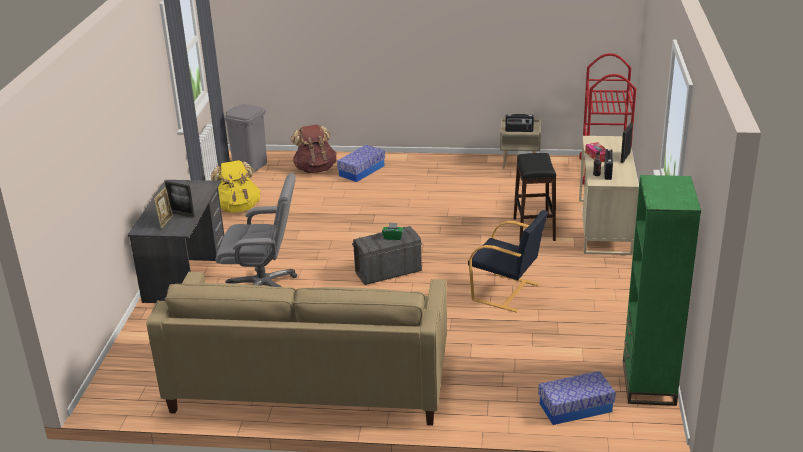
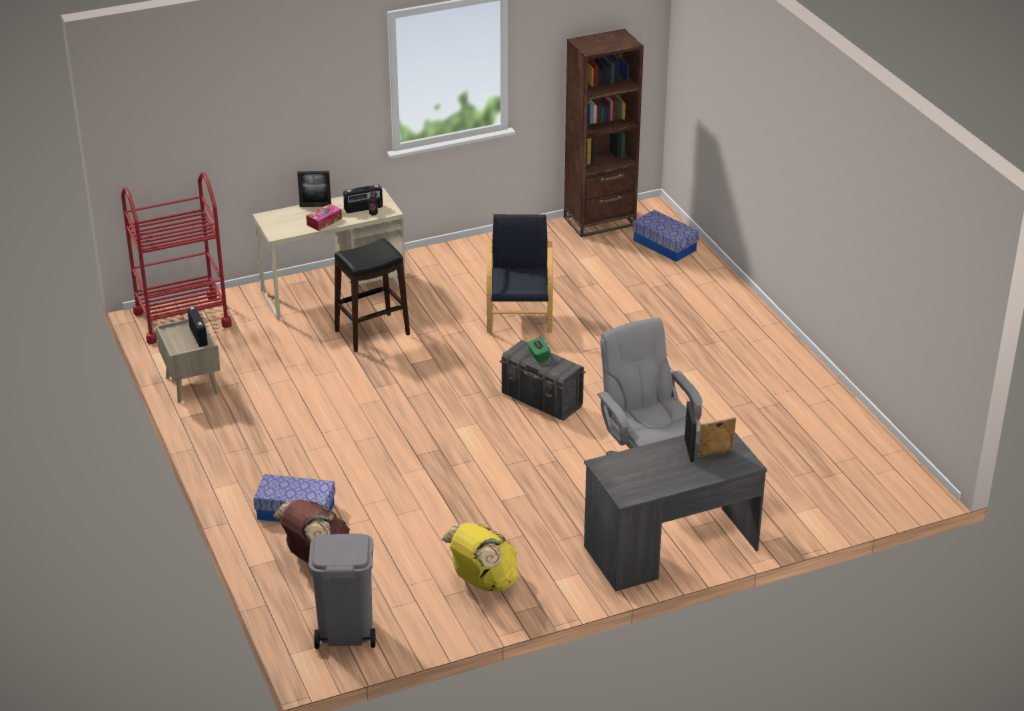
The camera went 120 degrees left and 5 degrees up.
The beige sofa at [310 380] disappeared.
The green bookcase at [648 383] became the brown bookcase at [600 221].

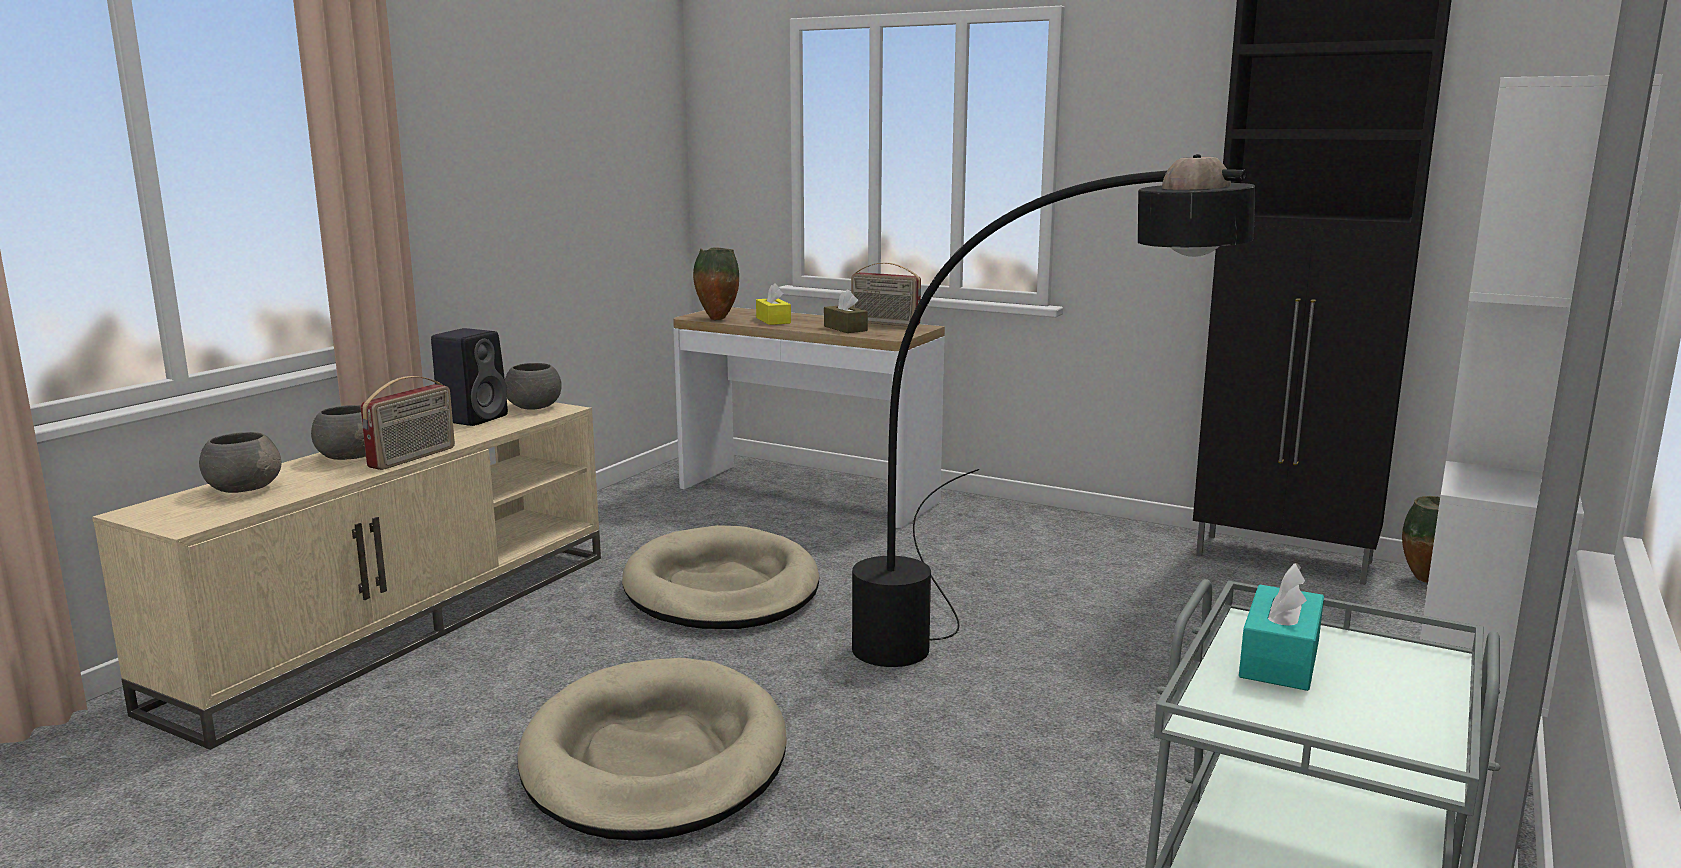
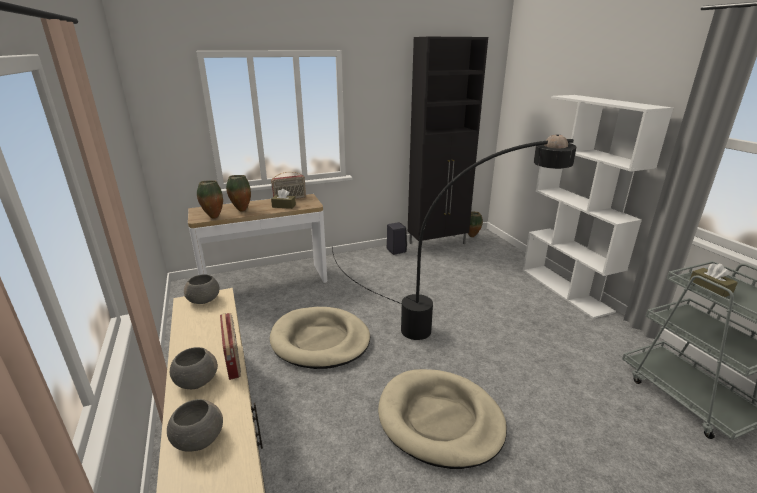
The camera went 50 degrees left and 10 degrees up.
The black speaker moved from [474 418] to [395 250].
The yellow tissue box at [773 320] was replaced by the vase at [241 210].
The turquoise tissue box at [1279 659] became the brown tissue box at [710 288].

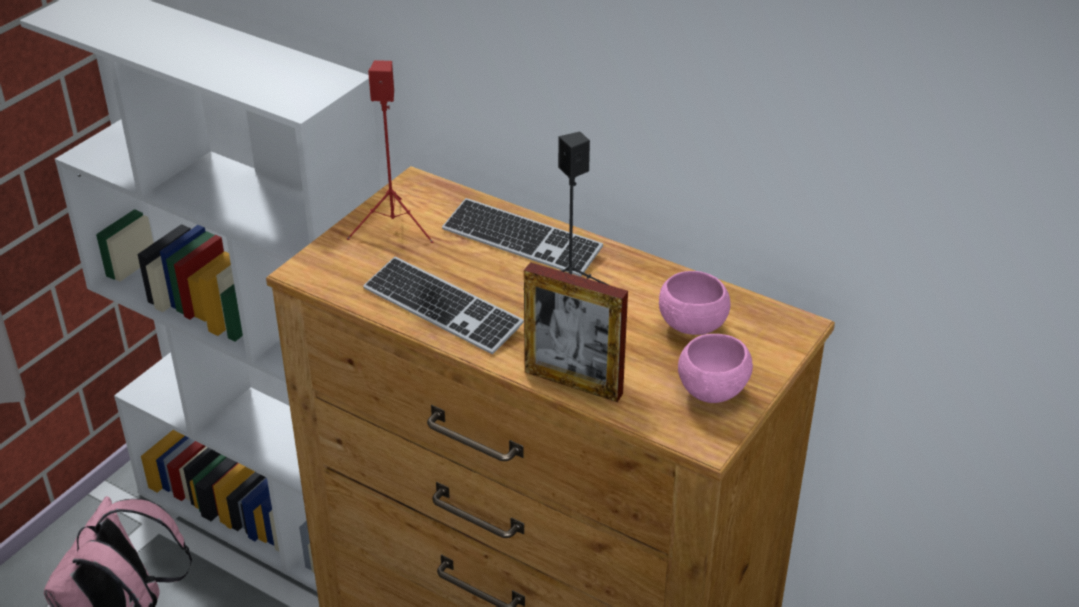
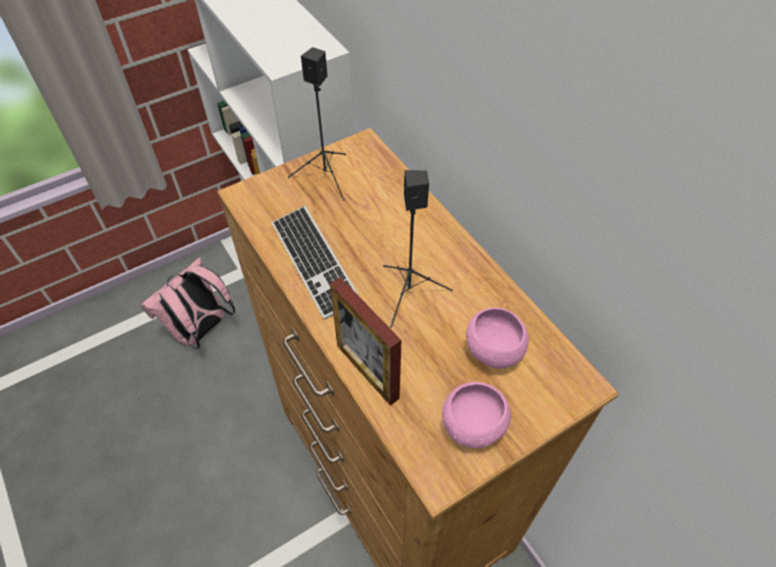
The camera went 25 degrees right and 15 degrees up.
The keyboard at [521 241] disappeared.
The red speaker at [394 226] became the black speaker at [326 177].

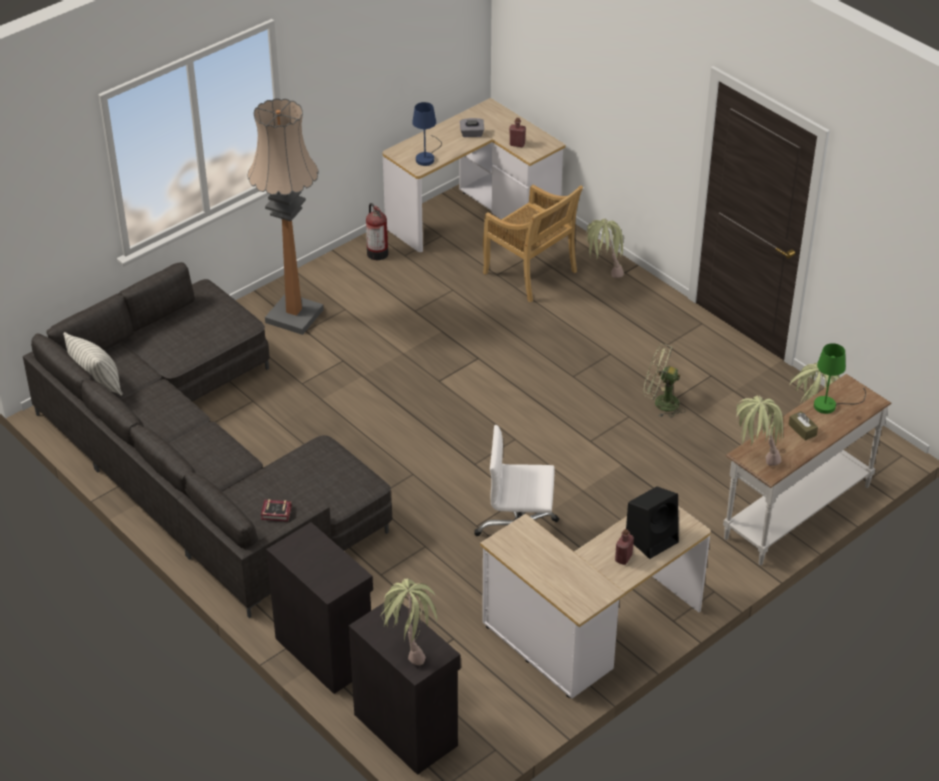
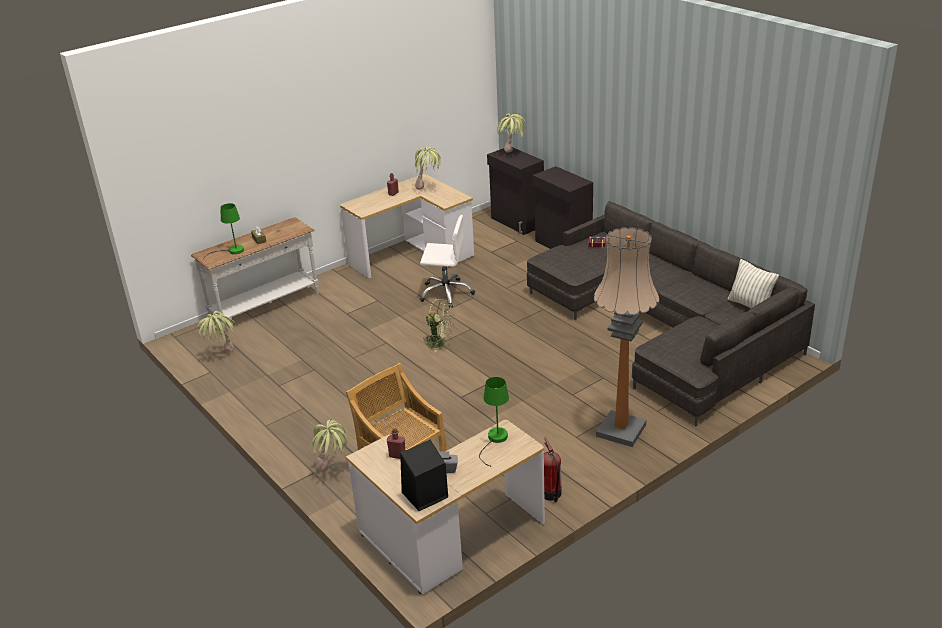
The camera went 175 degrees left and 10 degrees down.
The black speaker moved from [652 538] to [424 495].
The green fan moved from [660 403] to [439 343].
The potted plant moved from [755 458] to [429 189].
The blue table lamp at [427 157] became the green table lamp at [495 440].

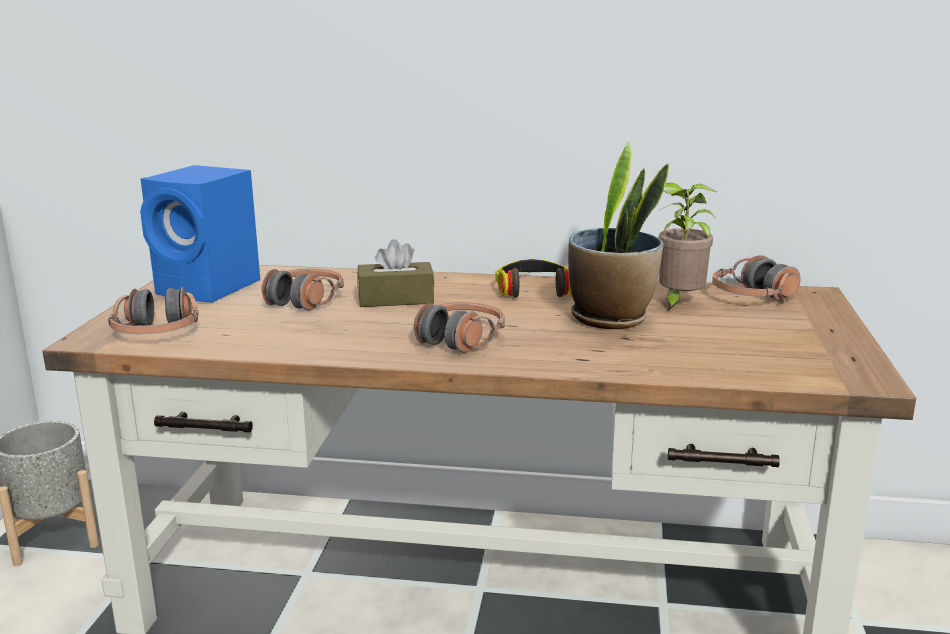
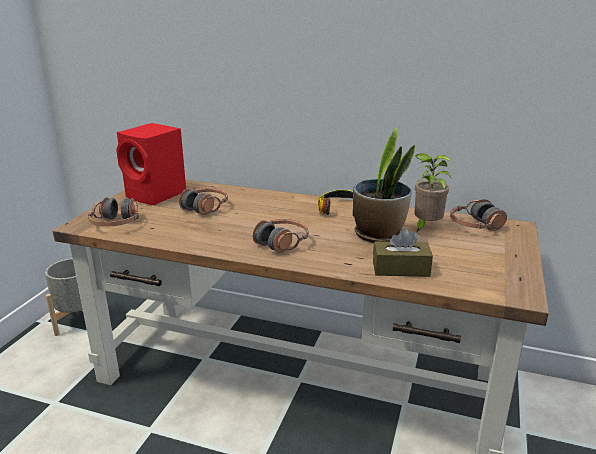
The camera went 10 degrees right and 5 degrees up.
The brown tissue box moved from [396 299] to [400 269].
The blue speaker at [210 288] became the red speaker at [157 195].

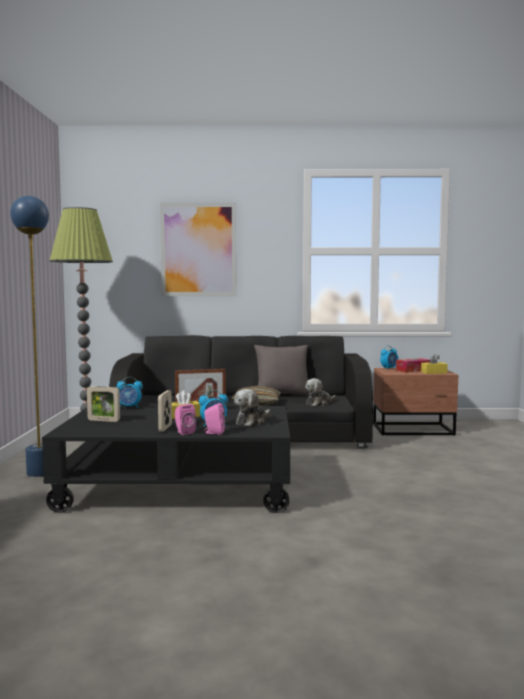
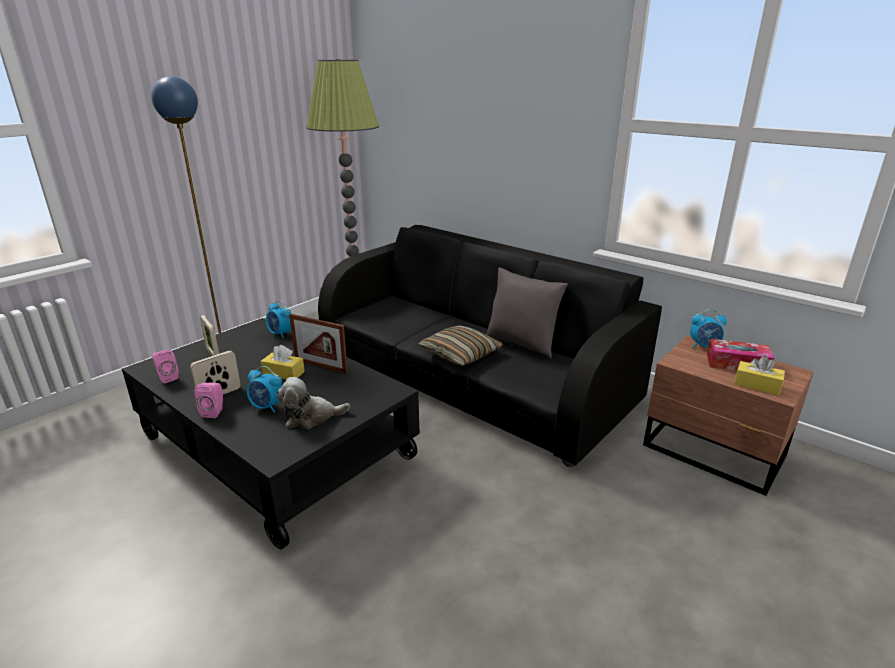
The camera went 40 degrees right and 20 degrees up.
The picture at [198 250] disappeared.
The plush toy at [319 403] disappeared.
The pink speaker moved from [213 432] to [167 377].

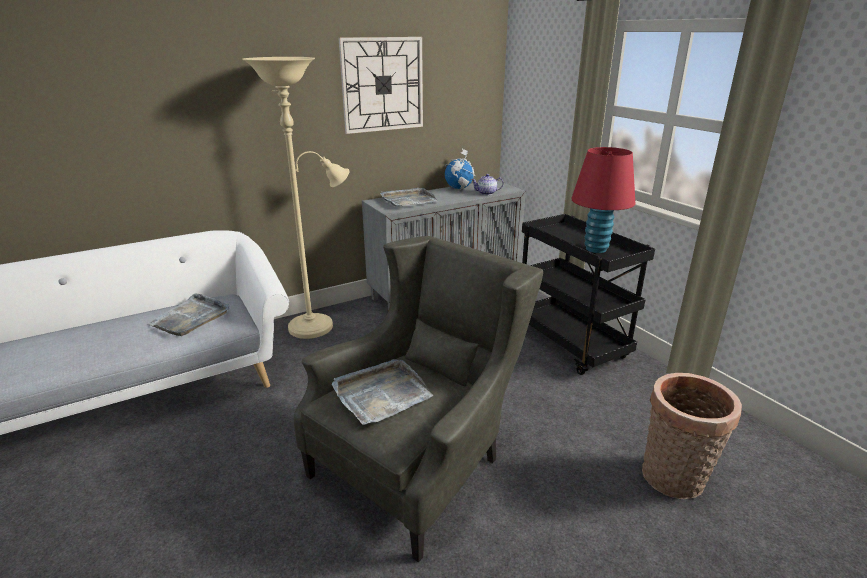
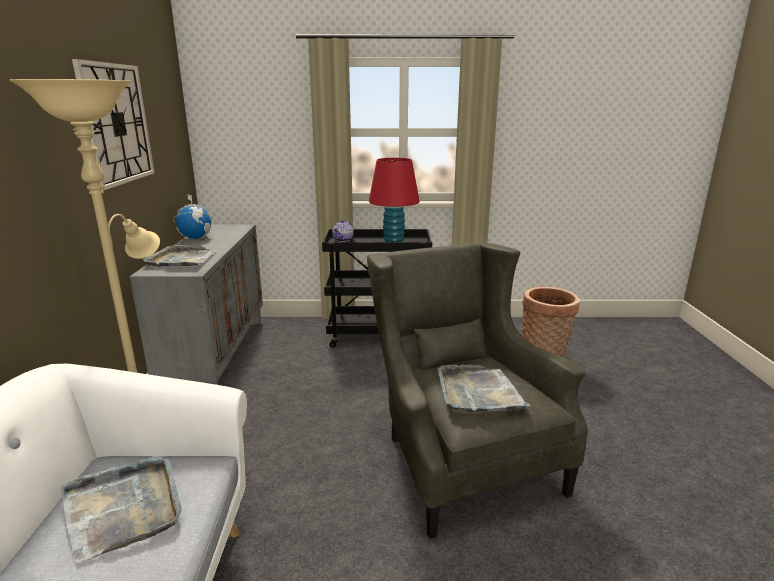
The camera went 60 degrees left and 5 degrees down.
The teapot moved from [486 193] to [343 240].

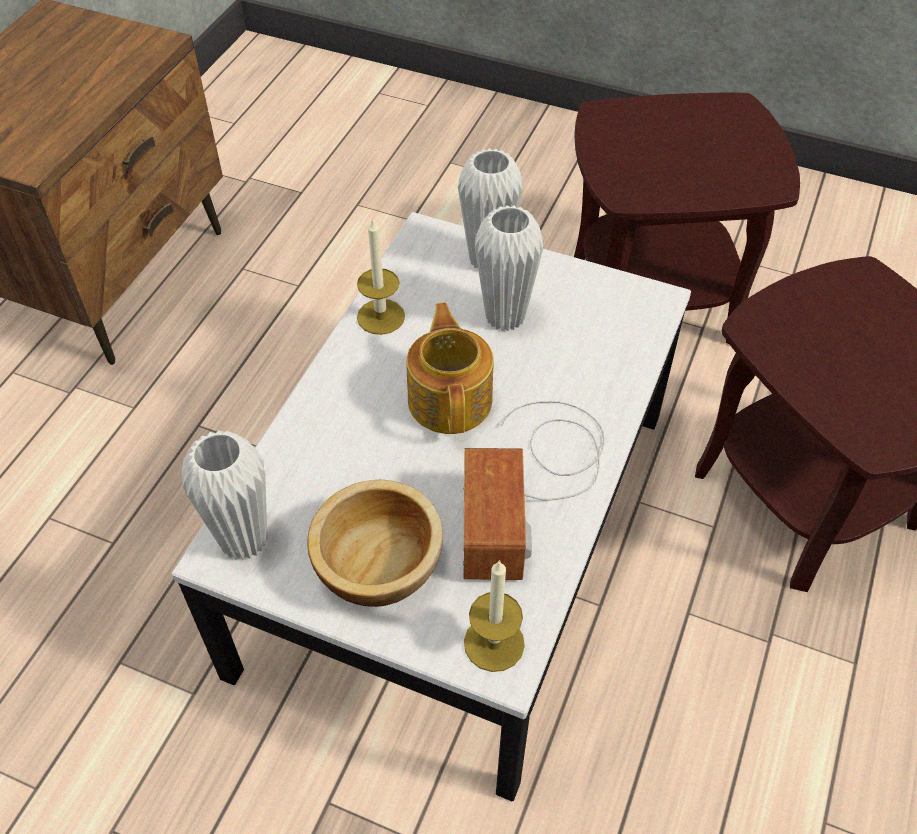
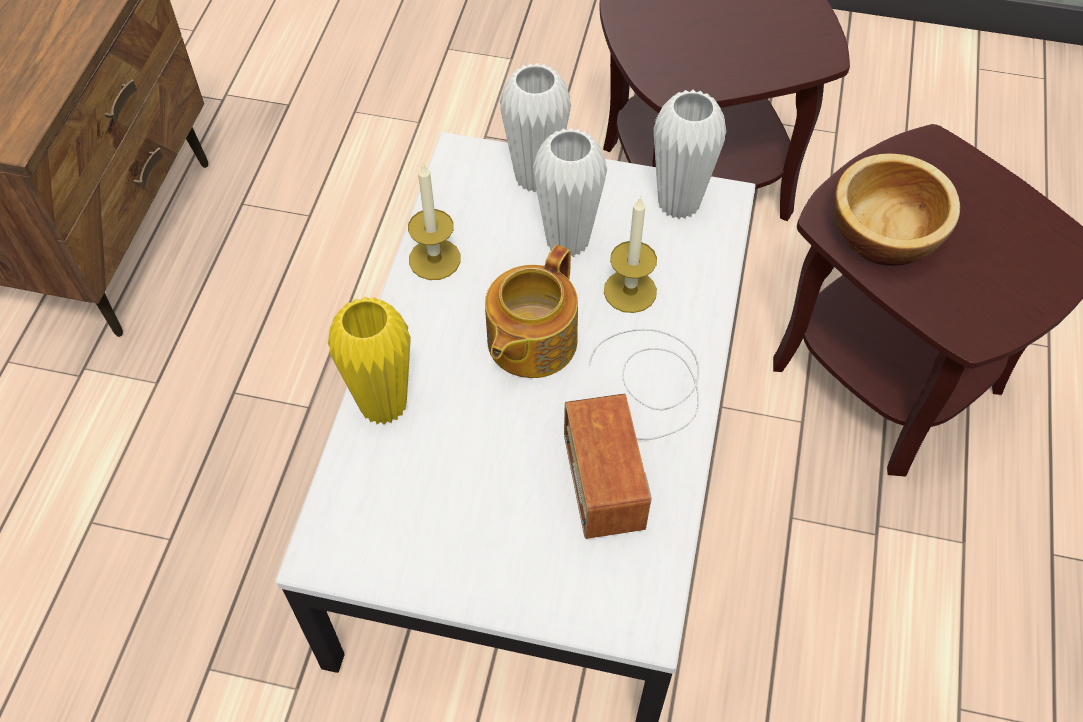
The camera went 10 degrees left and 5 degrees up.
The yellow vase at [383 405] appeared.
The white vase moved from [244 540] to [678 203].
The bowl moved from [379 562] to [884 231].
The candle moved from [494 643] to [630 291].
The teapot at [451 399] turned 135 degrees counterclockwise.

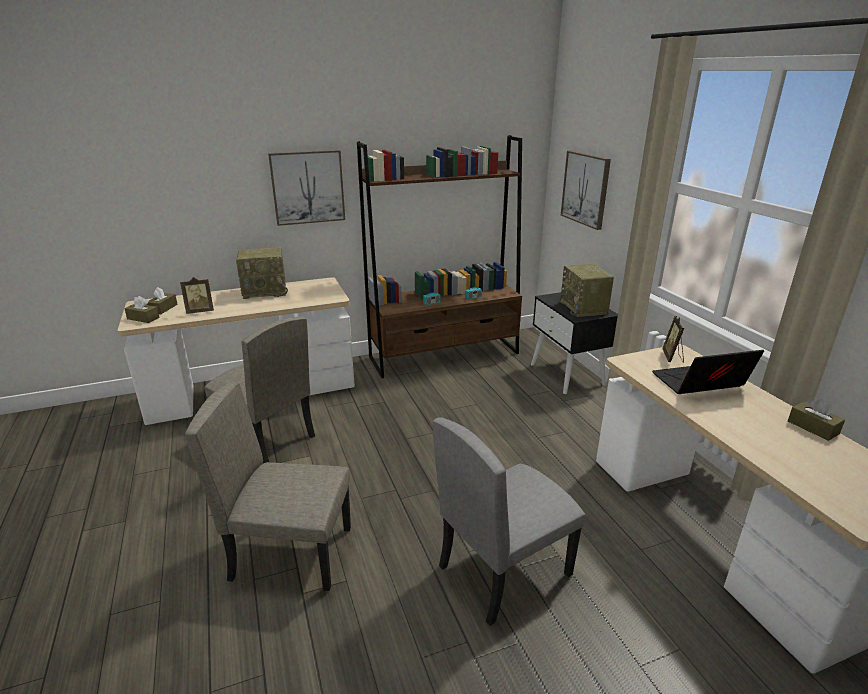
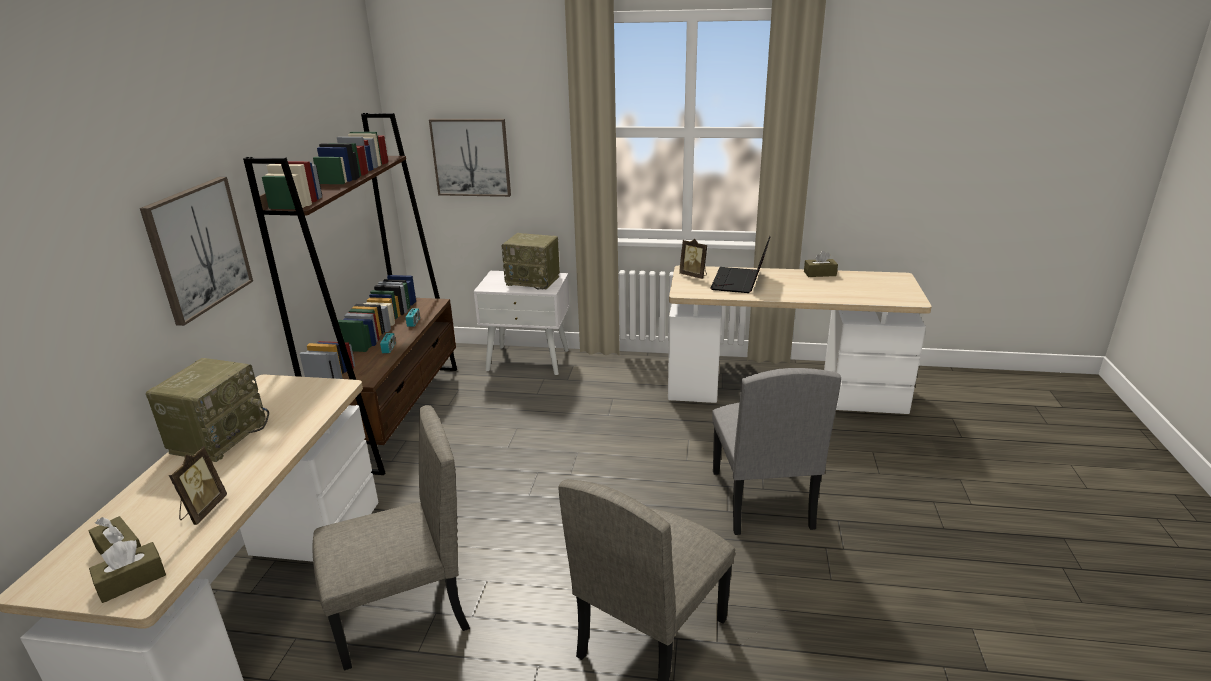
The camera went 60 degrees left and 0 degrees up.
The black nightstand at [567 374] became the white nightstand at [528 360].

